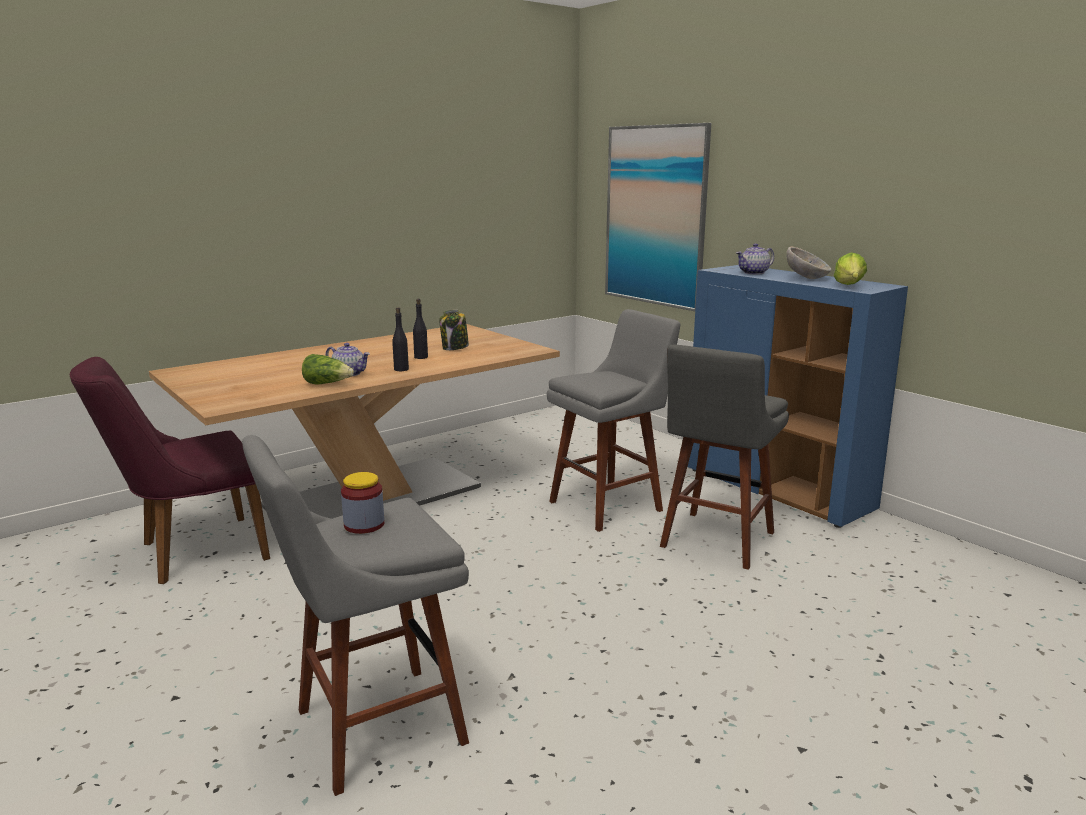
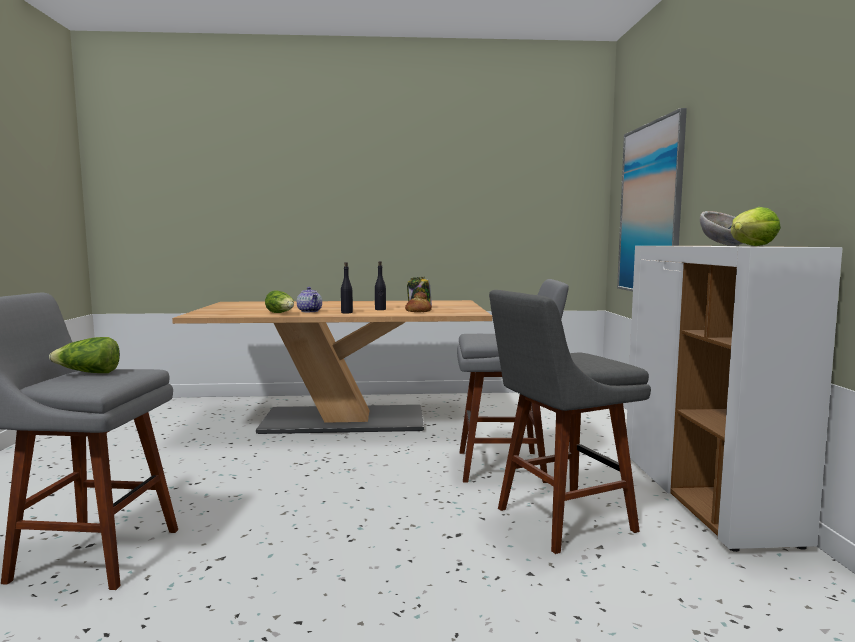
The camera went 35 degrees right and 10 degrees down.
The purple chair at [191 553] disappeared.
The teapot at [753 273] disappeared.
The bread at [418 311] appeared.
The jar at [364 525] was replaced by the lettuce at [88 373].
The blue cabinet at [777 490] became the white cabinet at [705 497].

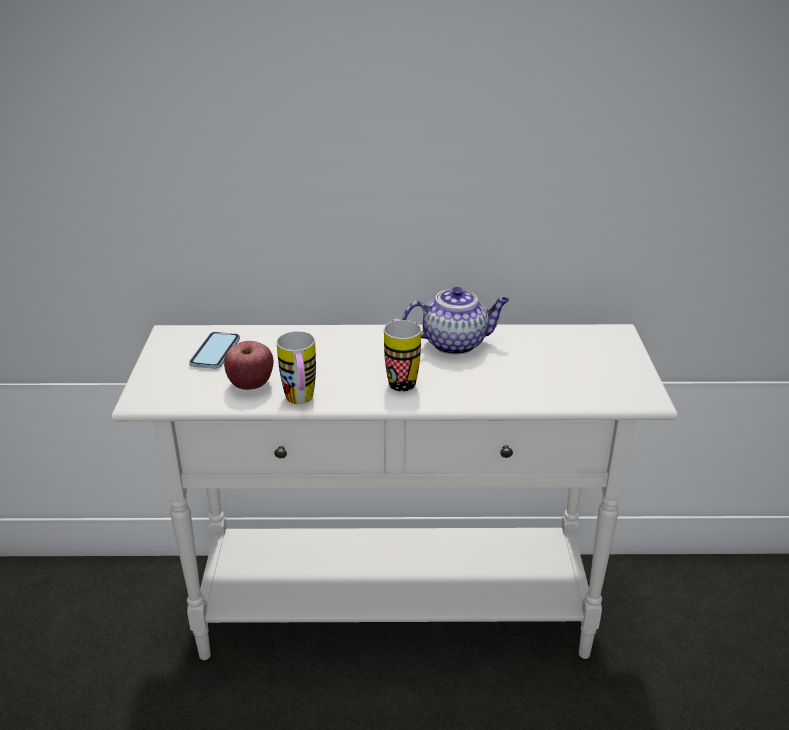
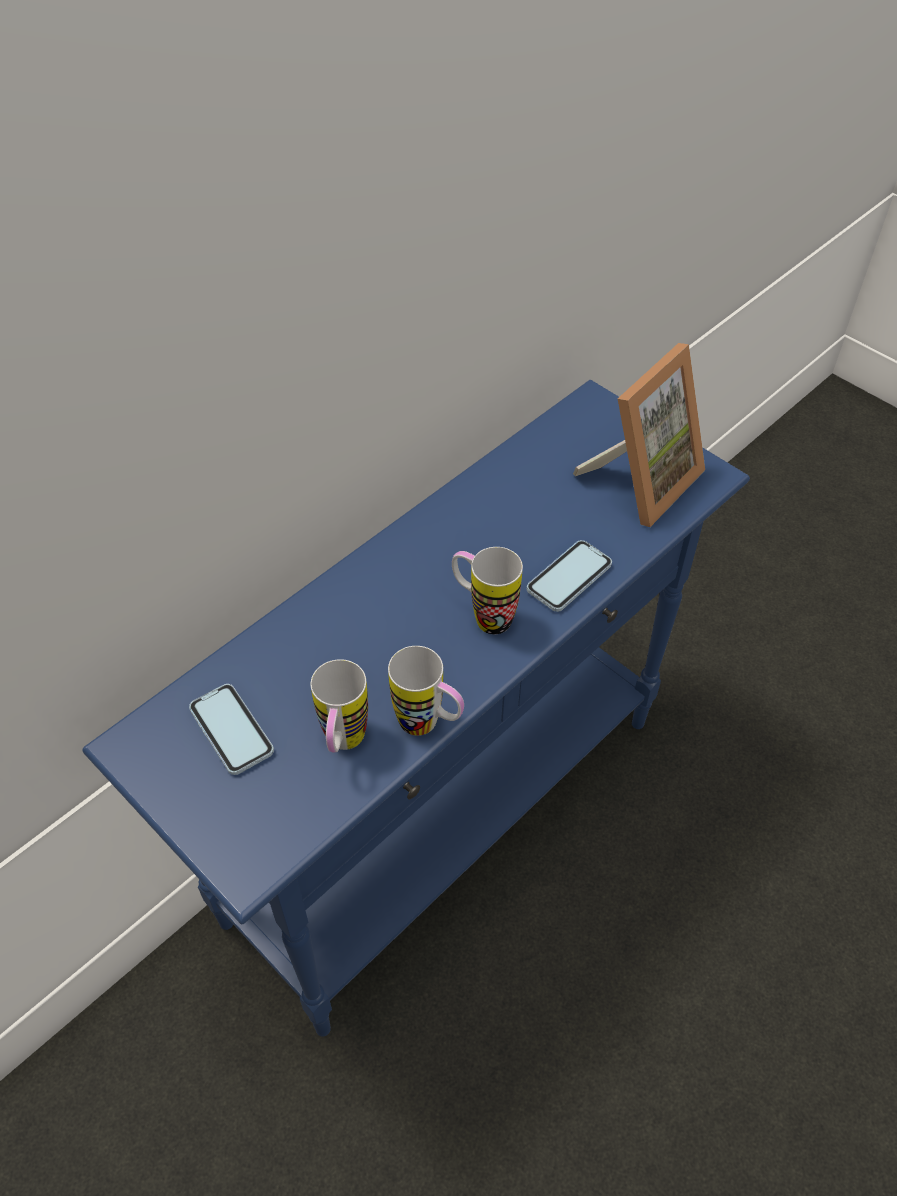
The camera went 45 degrees left and 20 degrees up.
The teapot at [455 343] disappeared.
The phone at [569 577] appeared.
The picture frame at [641 481] appeared.
The apple at [251 385] was replaced by the mug at [343 745].
The white console table at [396 611] became the blue console table at [447 817].

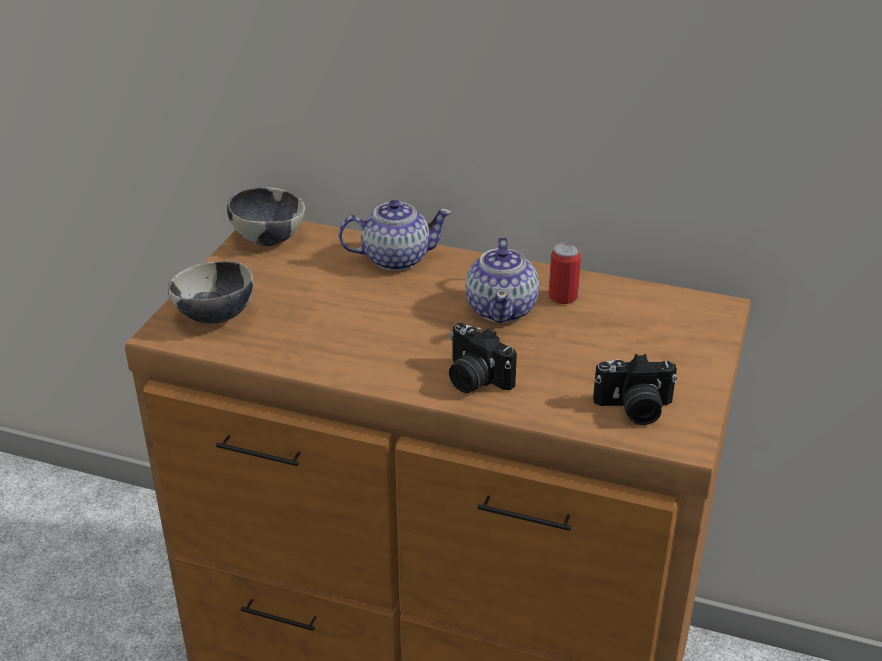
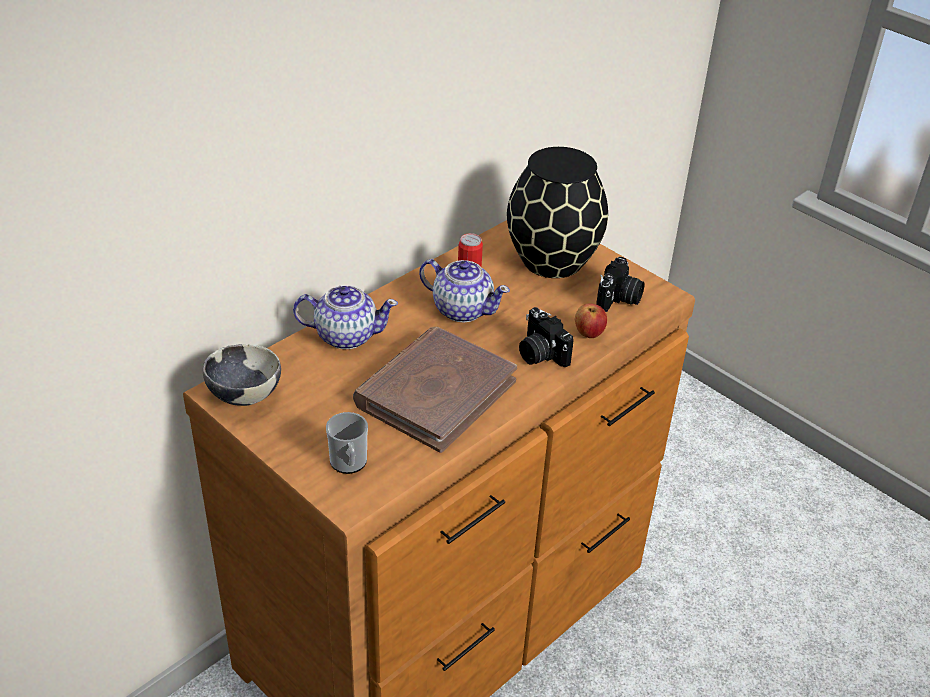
The camera went 65 degrees left and 5 degrees up.
The brown book at [435 392] appeared.
The black vase at [553 261] appeared.
The apple at [589 333] appeared.
The bowl at [215 317] was replaced by the mug at [349 464].
The teapot at [395 258] turned 75 degrees clockwise.
The photo camera at [474 379] turned 75 degrees clockwise.

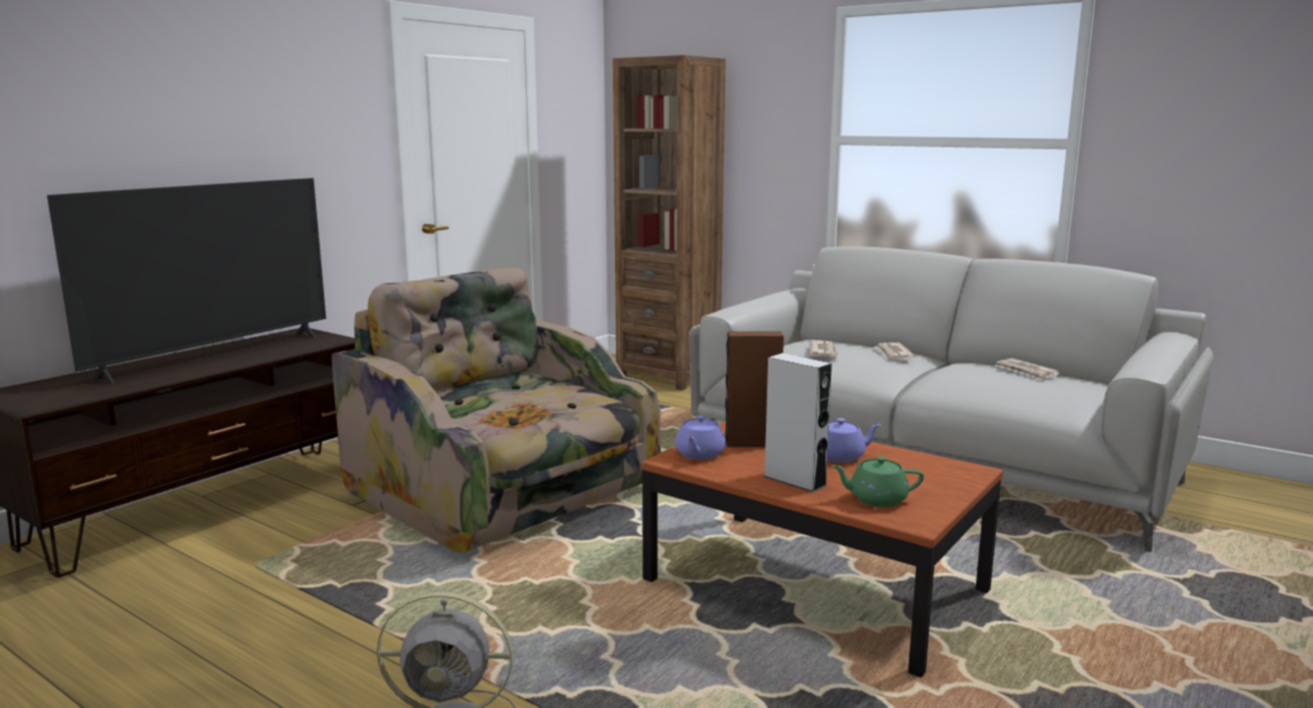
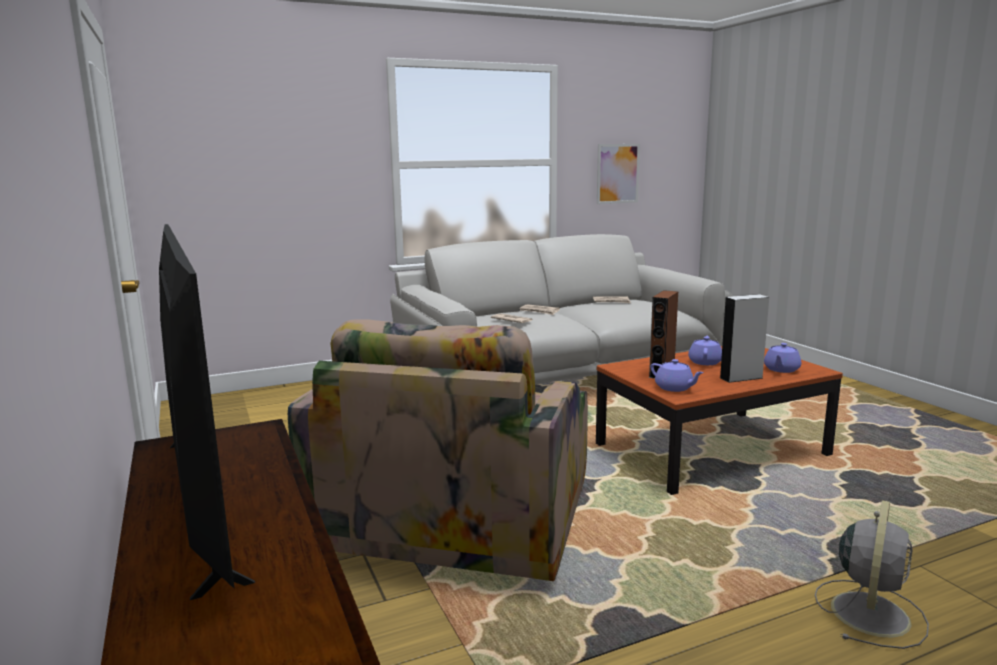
The camera went 60 degrees left and 0 degrees up.
The brown bookcase at [668 376] disappeared.
The picture at [617 173] appeared.
The green teapot at [876 499] became the purple teapot at [781 369].
The armchair at [506 495] turned 60 degrees counterclockwise.

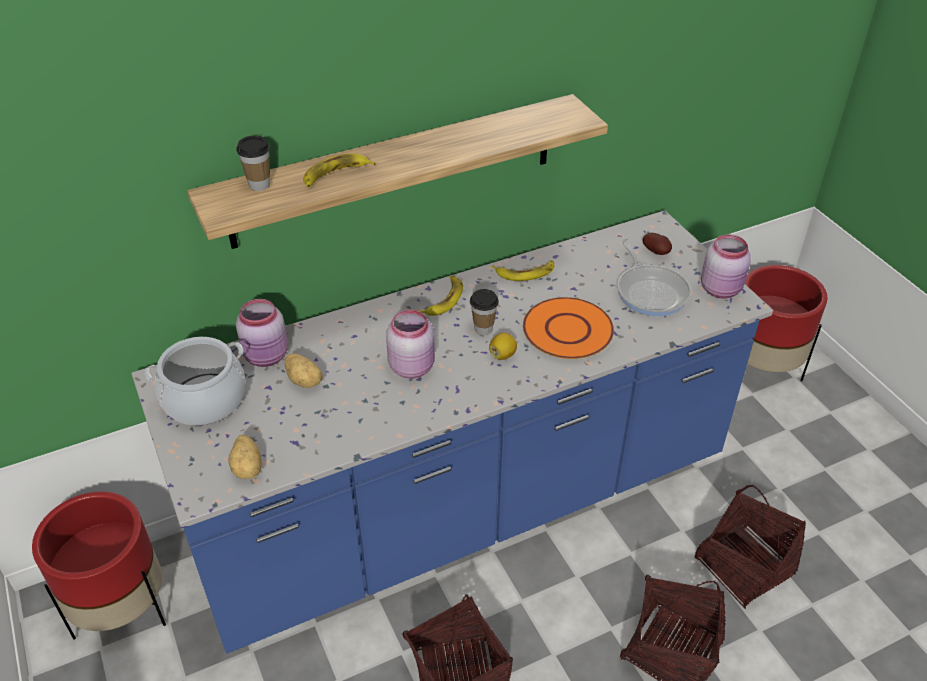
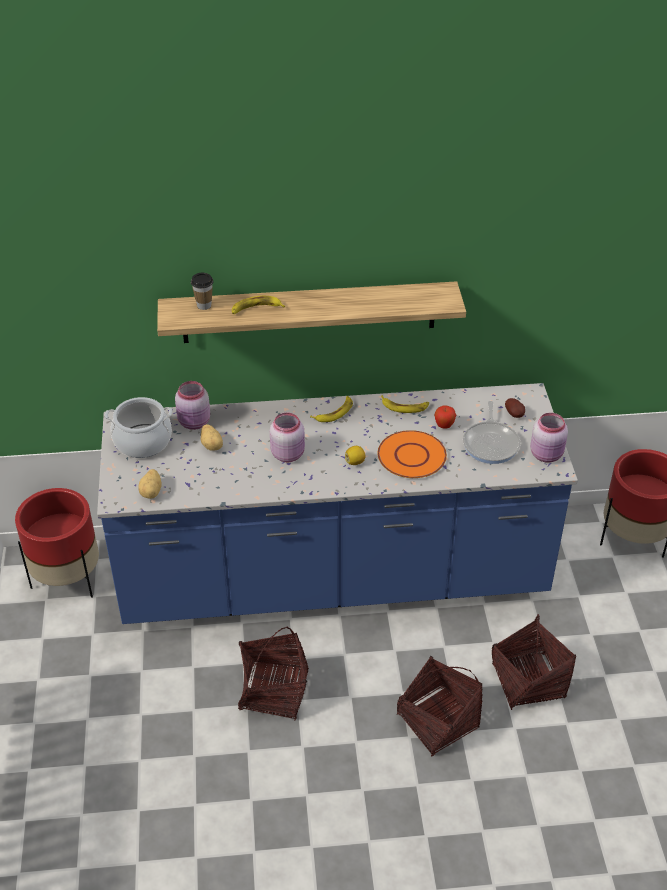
The camera went 20 degrees right and 0 degrees up.
The cup at [483 329] disappeared.
The apple at [444 426] appeared.

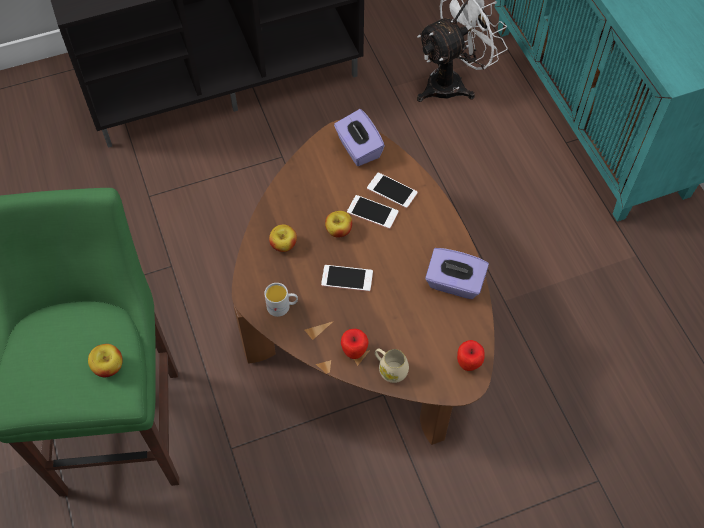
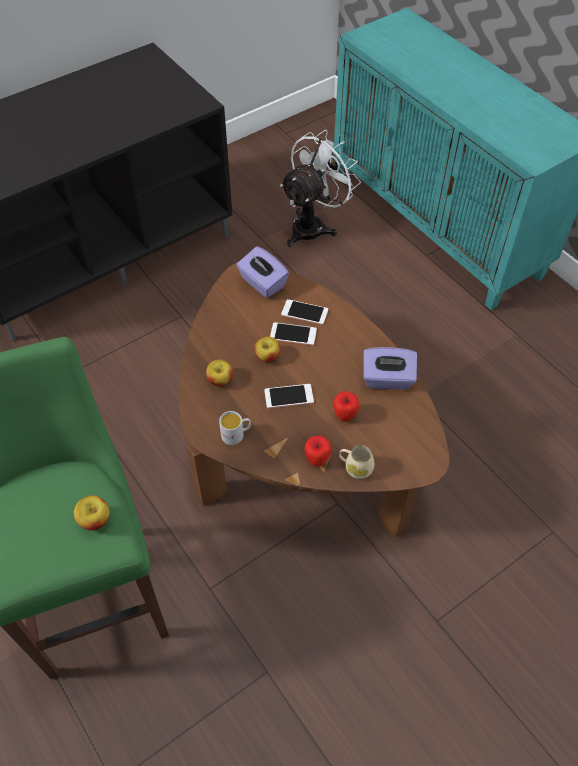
The camera went 15 degrees left and 5 degrees down.
The apple moved from [468 364] to [345 416].

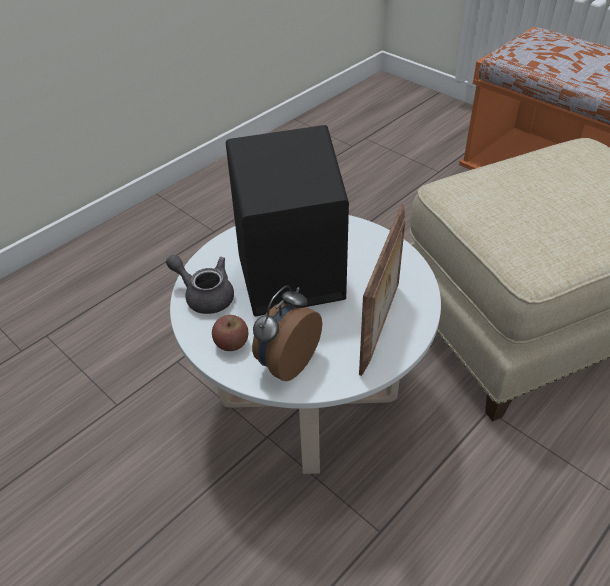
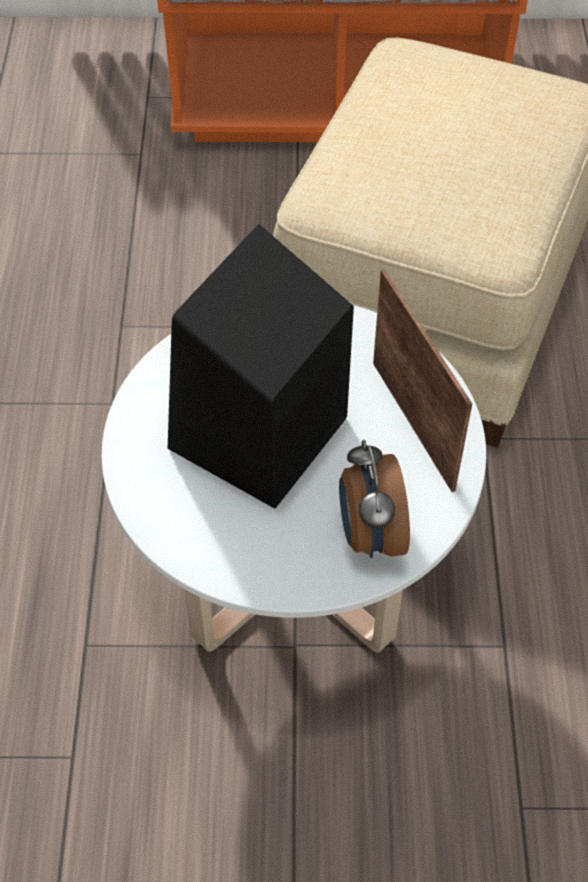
The camera went 45 degrees left and 10 degrees up.
The grey teapot at [205 295] disappeared.
The apple at [231 343] disappeared.

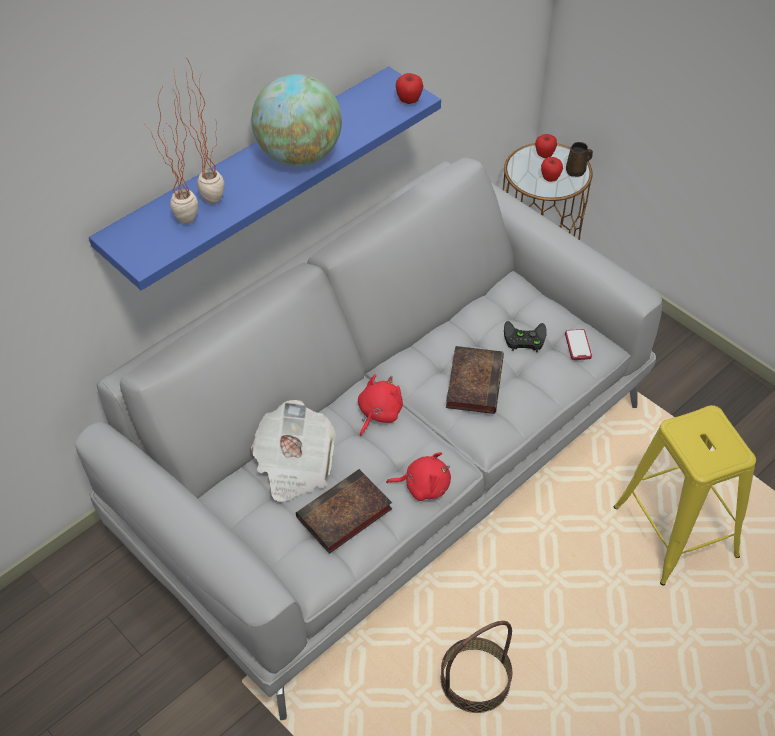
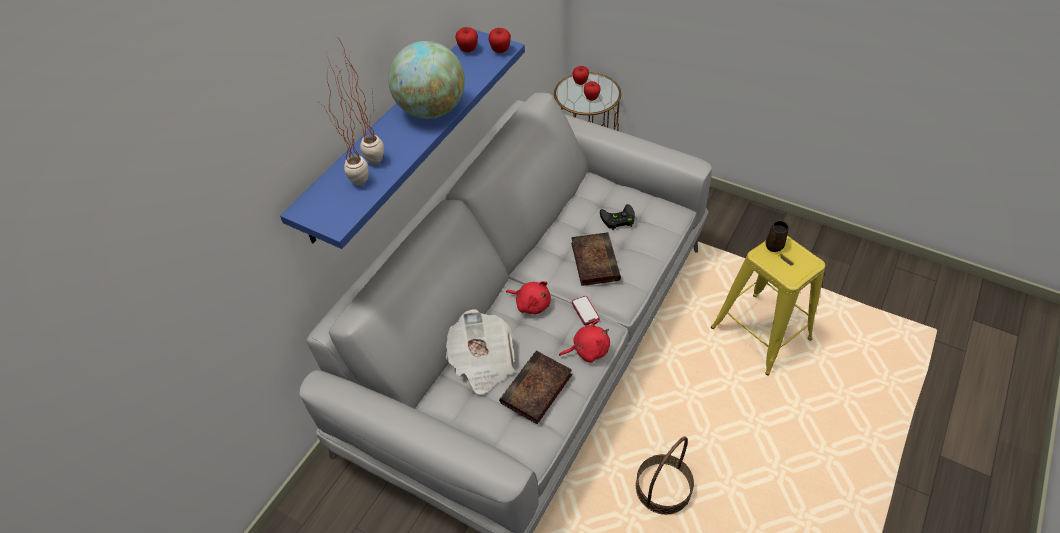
The camera went 15 degrees left and 0 degrees up.
The apple at [468 50] appeared.
The phone moved from [578 345] to [585 311].
The brown mug moved from [576 171] to [775 245].
The red plush toy at [378 413] turned 105 degrees clockwise.

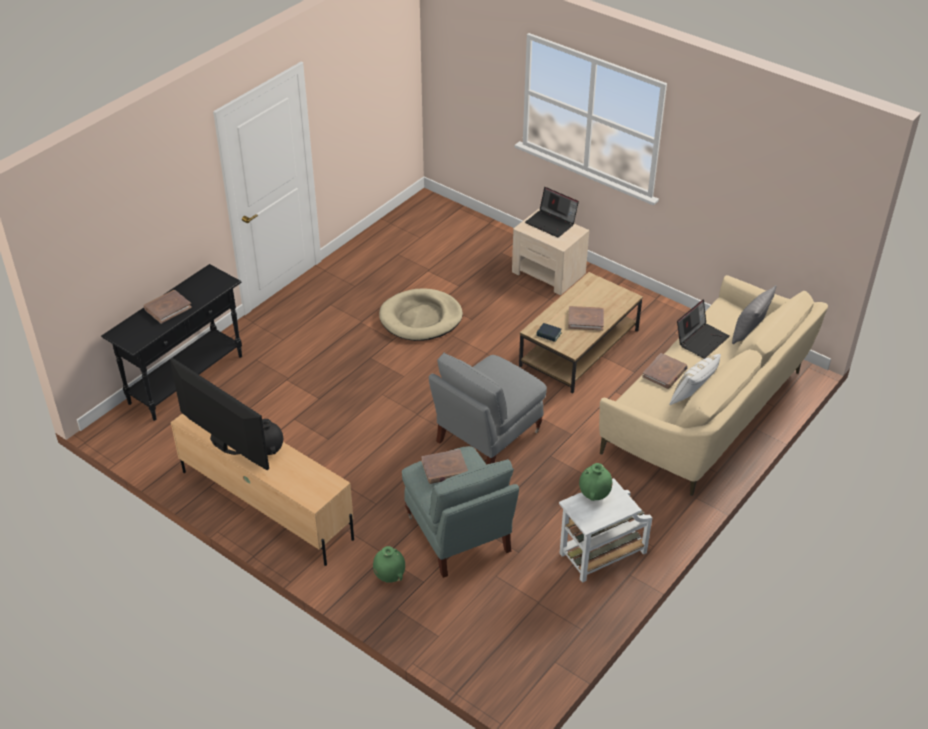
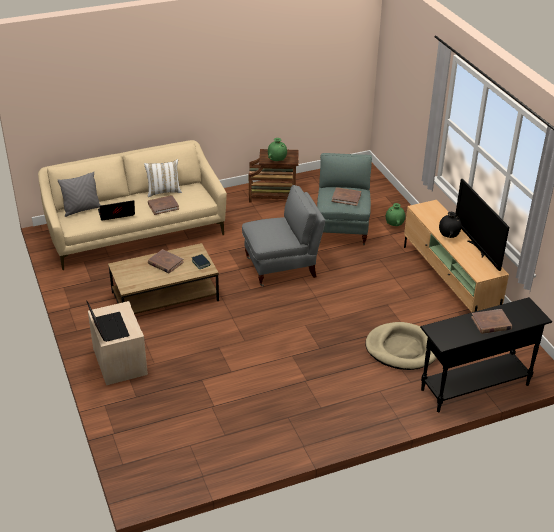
The camera went 150 degrees left and 5 degrees down.
The beige dog bed moved from [421 318] to [402 349].
The white side table at [600 554] became the brown side table at [273 196].

